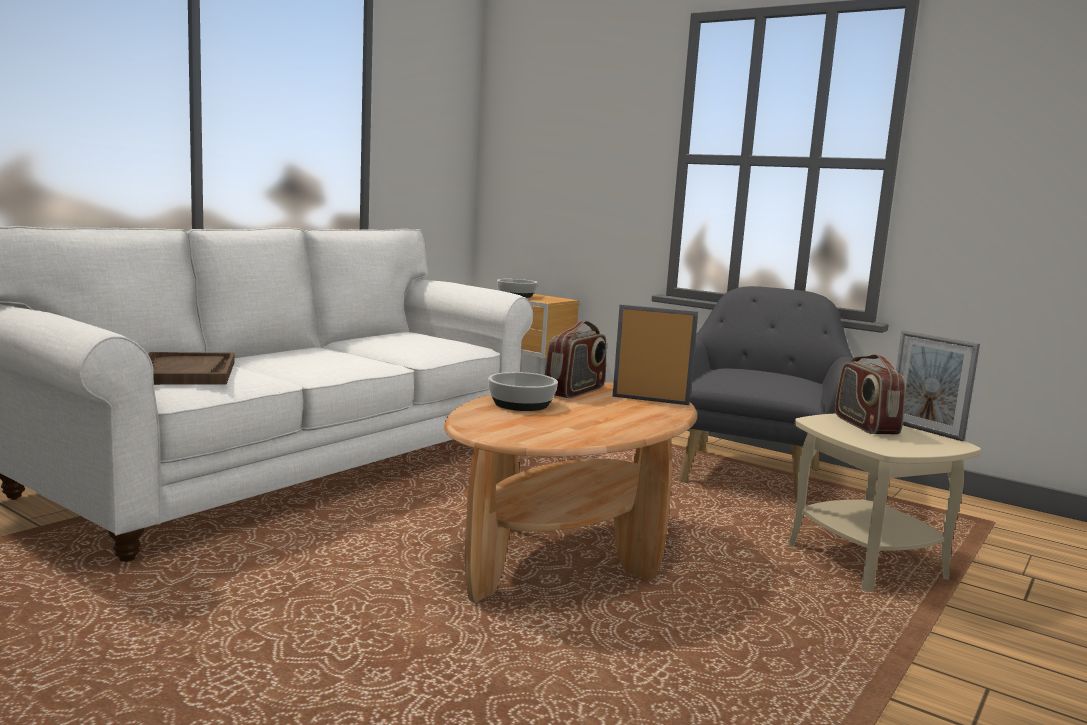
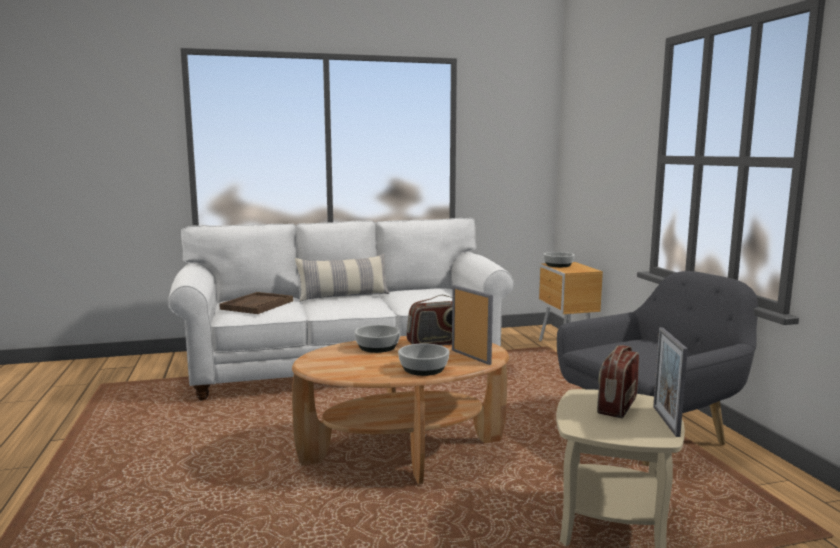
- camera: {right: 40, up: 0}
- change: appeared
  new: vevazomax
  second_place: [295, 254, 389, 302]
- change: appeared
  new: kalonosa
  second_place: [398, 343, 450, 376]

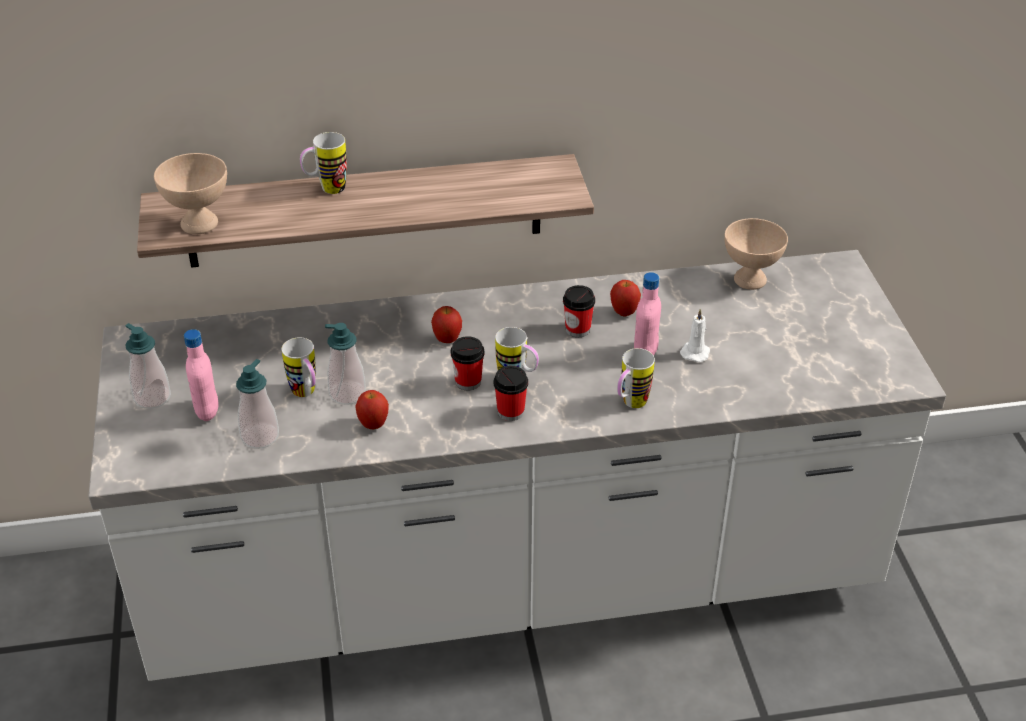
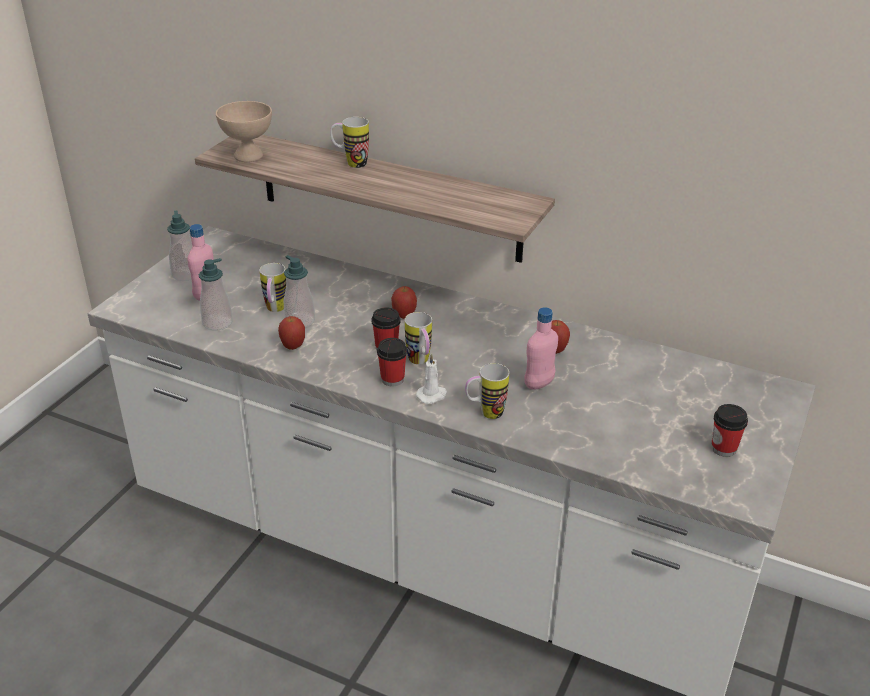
- camera: {right: 35, up: -5}
- change: relocated
  old: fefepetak
  first_place: [563, 285, 595, 337]
  second_place: [711, 404, 748, 457]
- change: relocated
  old: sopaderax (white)
  first_place: [680, 308, 710, 362]
  second_place: [416, 353, 447, 404]
- change: missing
  old: kalonosa (beige)
  first_place: [724, 218, 788, 290]

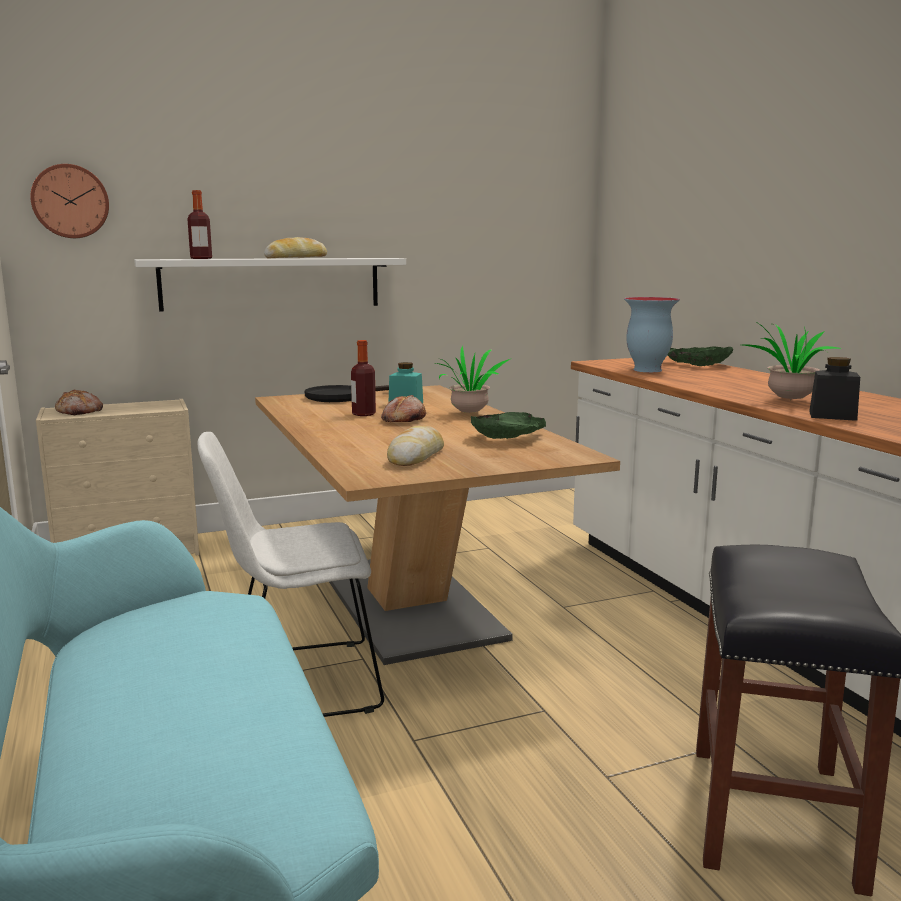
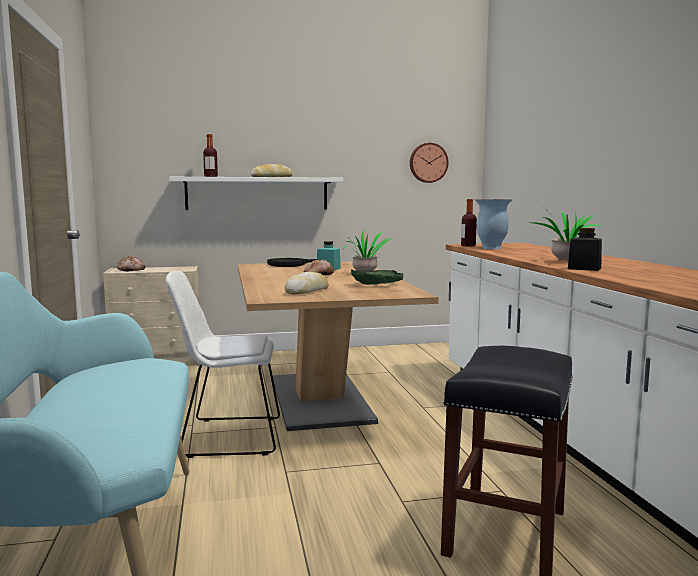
- camera: {right: 10, up: -5}
- change: relocated
  old: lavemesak
  first_place: [30, 164, 109, 238]
  second_place: [410, 143, 449, 183]
- change: relocated
  old: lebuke
  first_place: [351, 340, 376, 416]
  second_place: [461, 199, 477, 247]
- change: missing
  old: kalonosa (green)
  first_place: [667, 347, 733, 366]

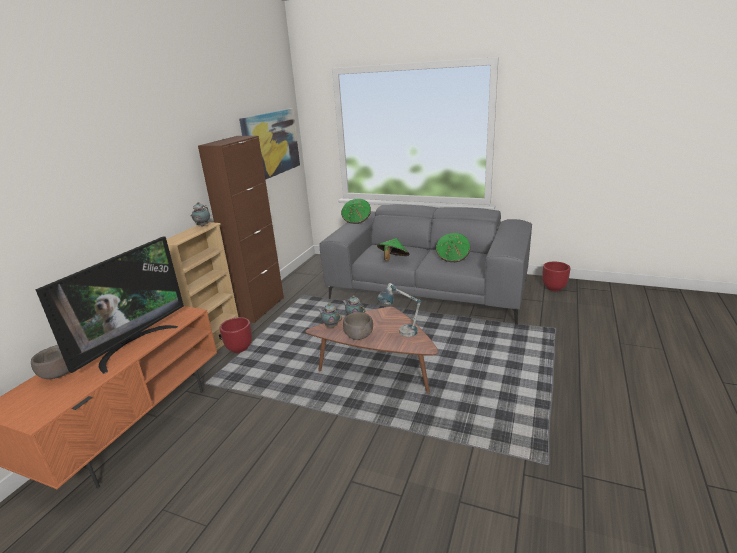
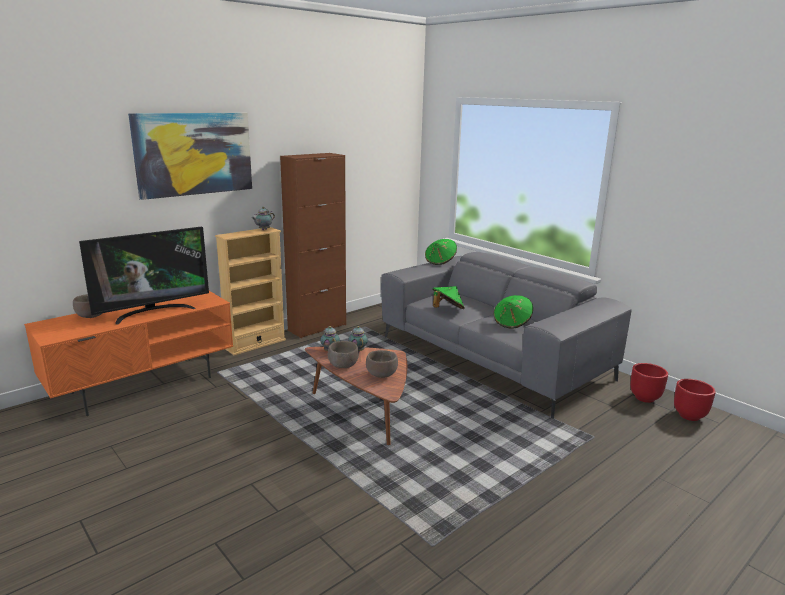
- camera: {right: 25, up: -5}
- change: relocated
  old: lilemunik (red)
  first_place: [220, 317, 252, 353]
  second_place: [674, 379, 716, 421]
- change: relocated
  old: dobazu
  first_place: [239, 108, 300, 180]
  second_place: [128, 113, 252, 200]
- change: exchanged
  old: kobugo
  new: kalonosa (brown)
  first_place: [377, 283, 421, 337]
  second_place: [366, 350, 398, 378]

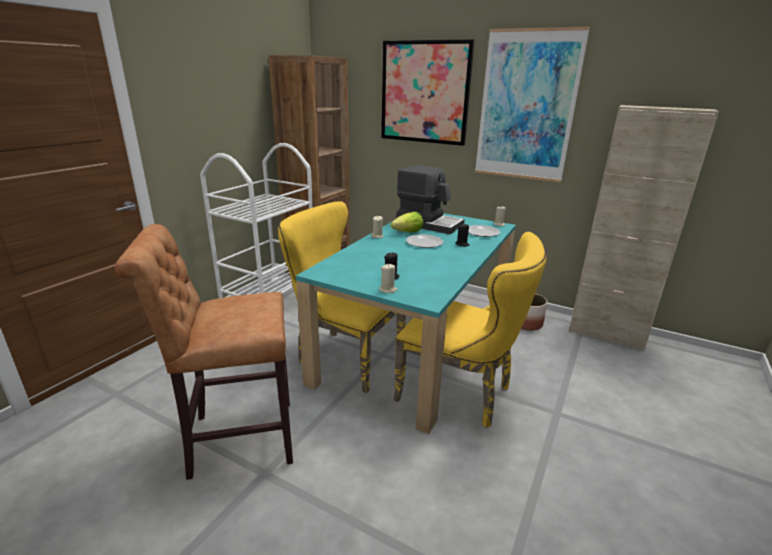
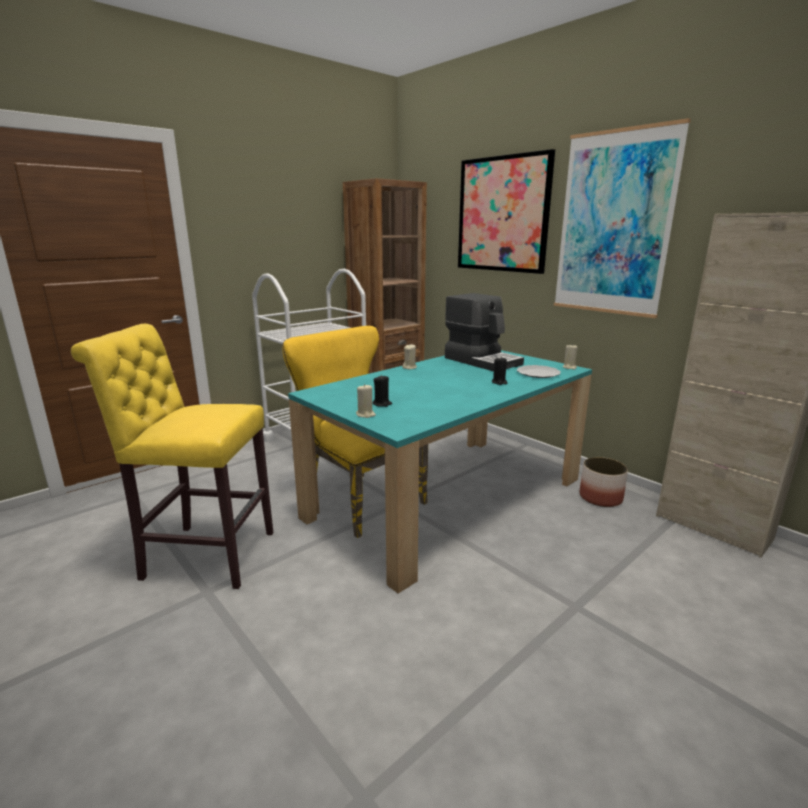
- camera: {right: 20, up: -5}
- change: colour
  old: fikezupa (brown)
  new: fikezupa (yellow)
  first_place: [115, 224, 293, 480]
  second_place: [71, 324, 273, 589]
- change: missing
  old: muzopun
  first_place: [391, 212, 423, 232]
- change: missing
  old: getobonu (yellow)
  first_place: [394, 232, 546, 428]
- change: missing
  old: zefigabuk
  first_place: [406, 234, 444, 248]

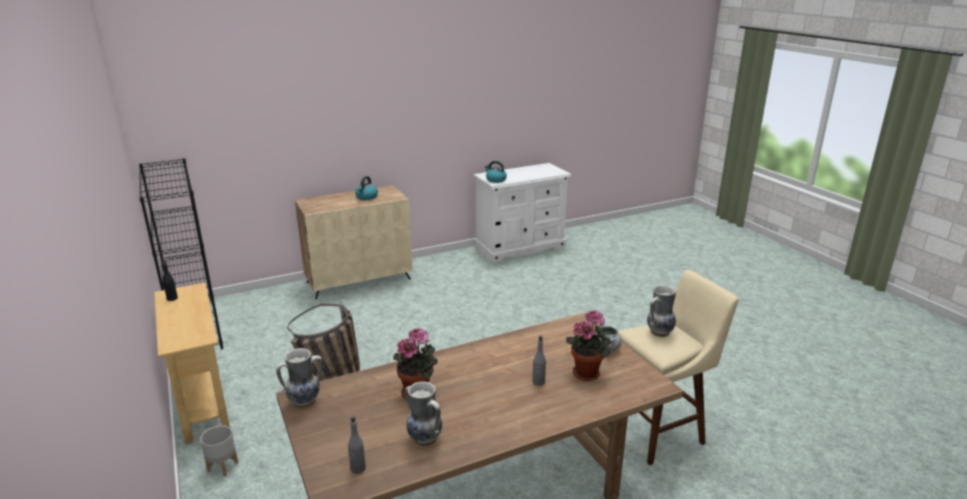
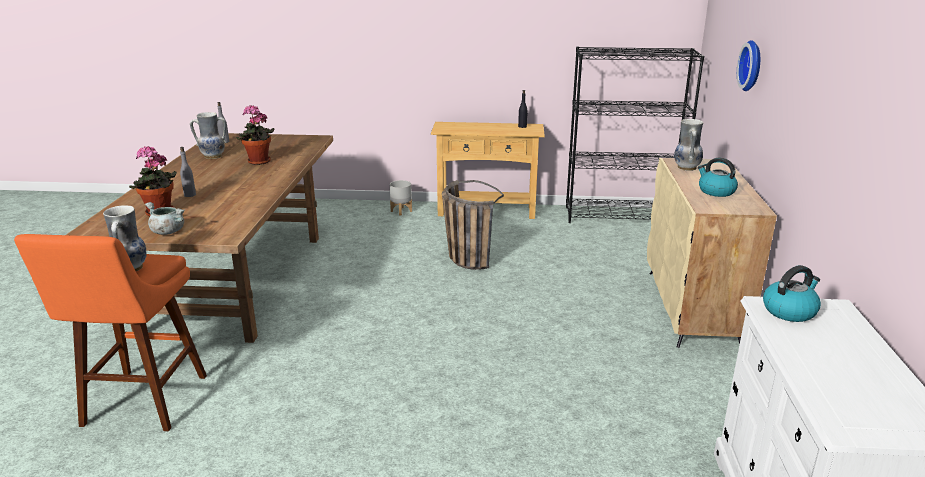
- camera: {right: 120, up: 0}
- change: relocated
  old: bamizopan
  first_place: [276, 348, 322, 408]
  second_place: [674, 119, 703, 171]
- change: colour
  old: fikezupa (beige)
  new: fikezupa (orange)
  first_place: [609, 270, 739, 465]
  second_place: [14, 234, 207, 431]
- change: appeared
  new: lavemesak
  second_place: [737, 40, 760, 91]

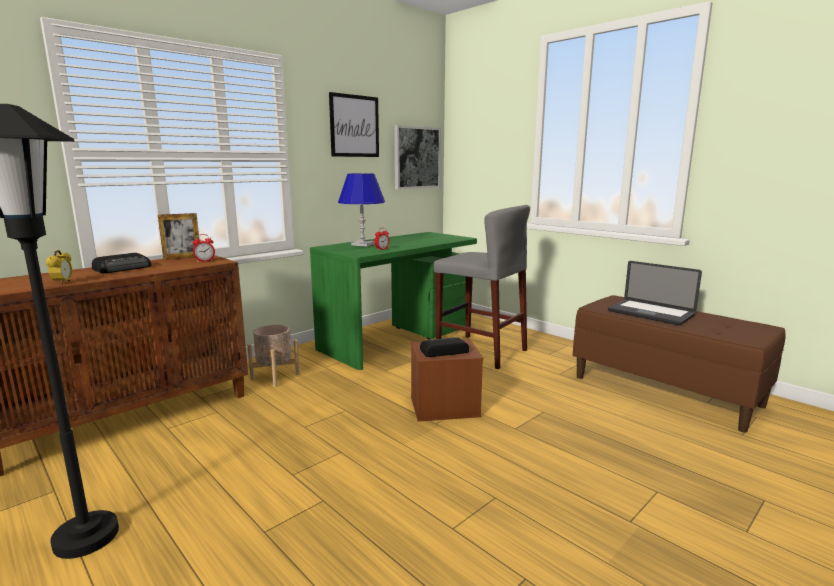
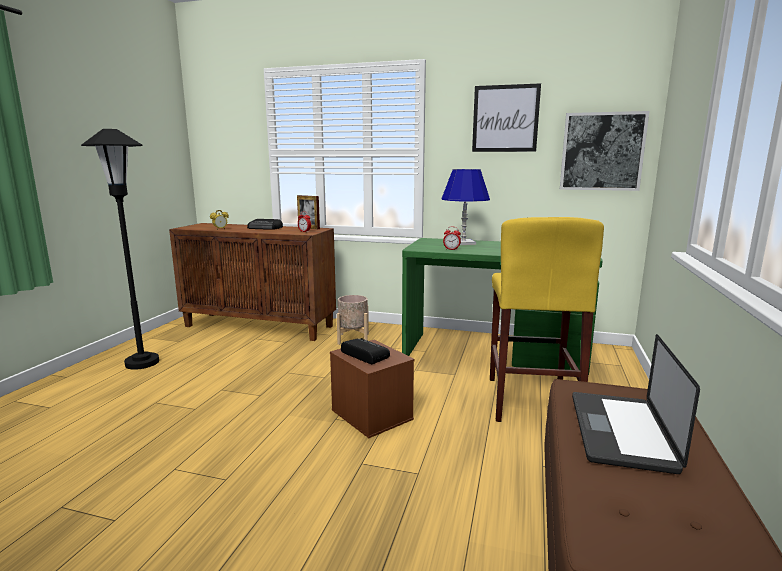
- camera: {right: 60, up: 0}
- change: colour
  old: fikezupa (grey)
  new: fikezupa (yellow)
  first_place: [433, 205, 530, 369]
  second_place: [490, 217, 604, 422]

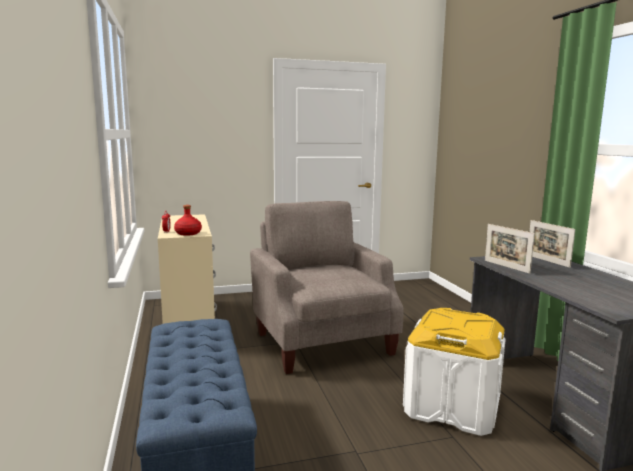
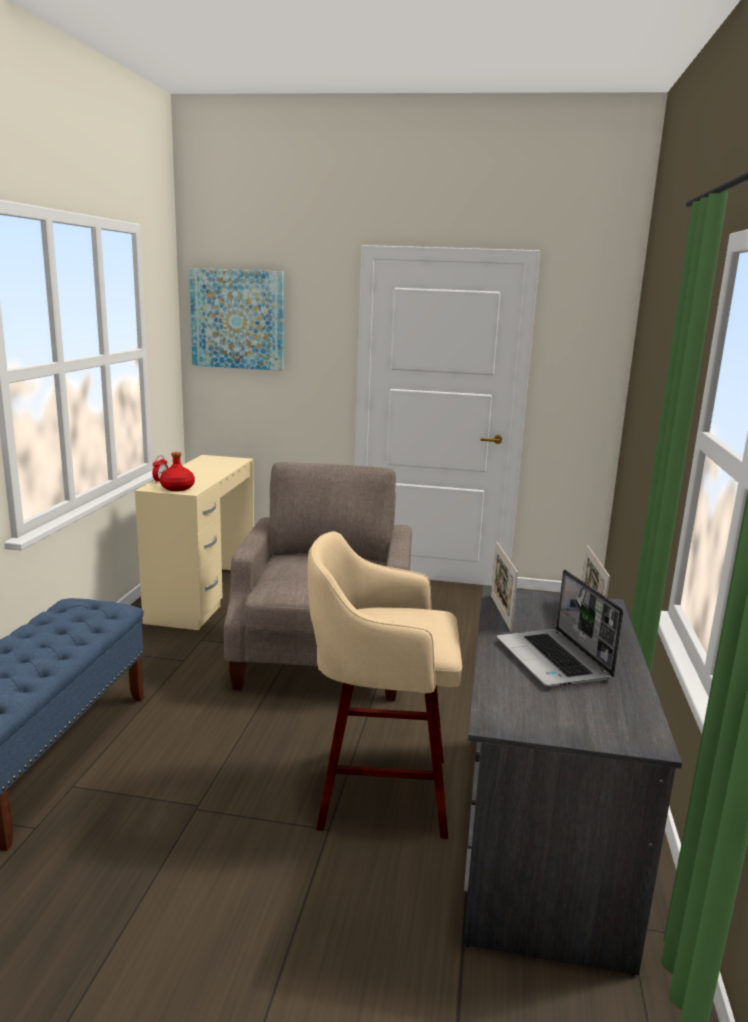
- camera: {right: 25, up: 5}
- change: exchanged
  old: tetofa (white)
  new: fikezupa (beige)
  first_place: [403, 308, 506, 436]
  second_place: [308, 531, 462, 839]
- change: appeared
  new: dobazu
  second_place: [189, 268, 284, 371]
- change: appeared
  new: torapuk
  second_place: [497, 570, 623, 687]

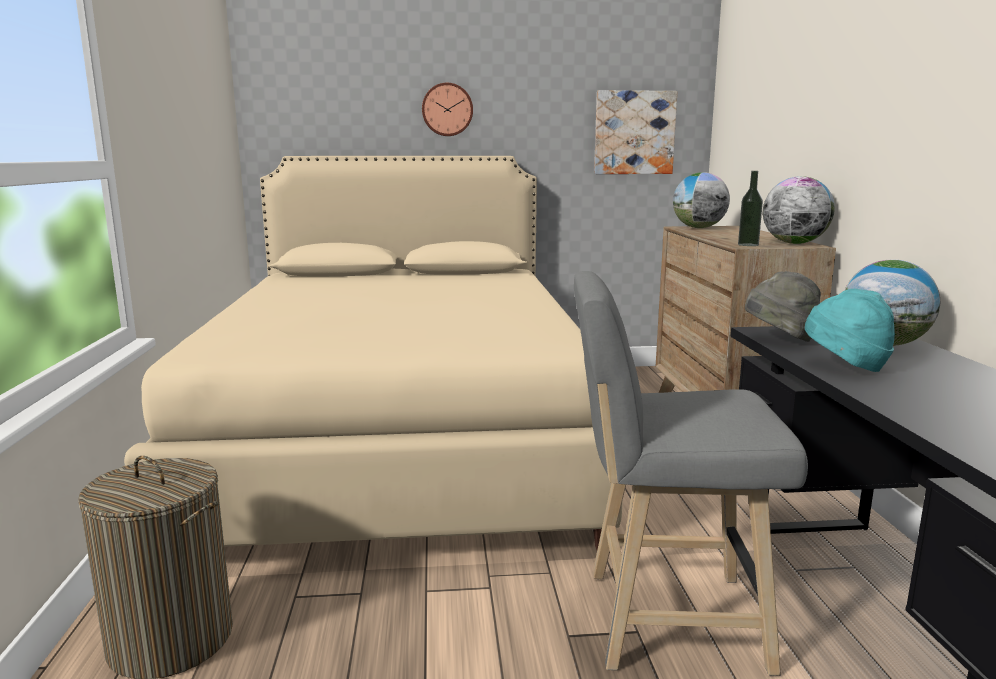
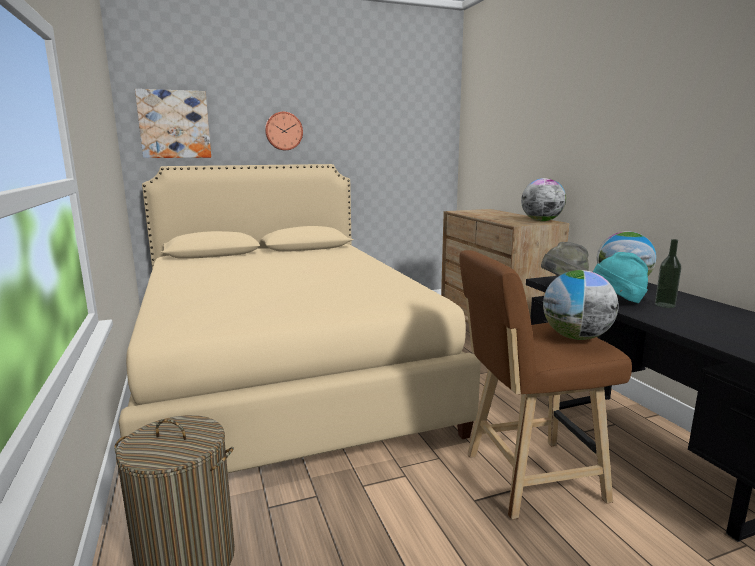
- camera: {right: -15, up: 0}
- change: colour
  old: fikezupa (grey)
  new: fikezupa (brown)
  first_place: [574, 271, 808, 676]
  second_place: [459, 250, 632, 520]
- change: relocated
  old: dobazu
  first_place: [594, 90, 677, 174]
  second_place: [135, 89, 211, 158]
- change: relocated
  old: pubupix
  first_place: [673, 172, 730, 228]
  second_place: [543, 270, 619, 340]
- change: relocated
  old: lebuke
  first_place: [738, 171, 763, 246]
  second_place: [655, 239, 681, 308]

